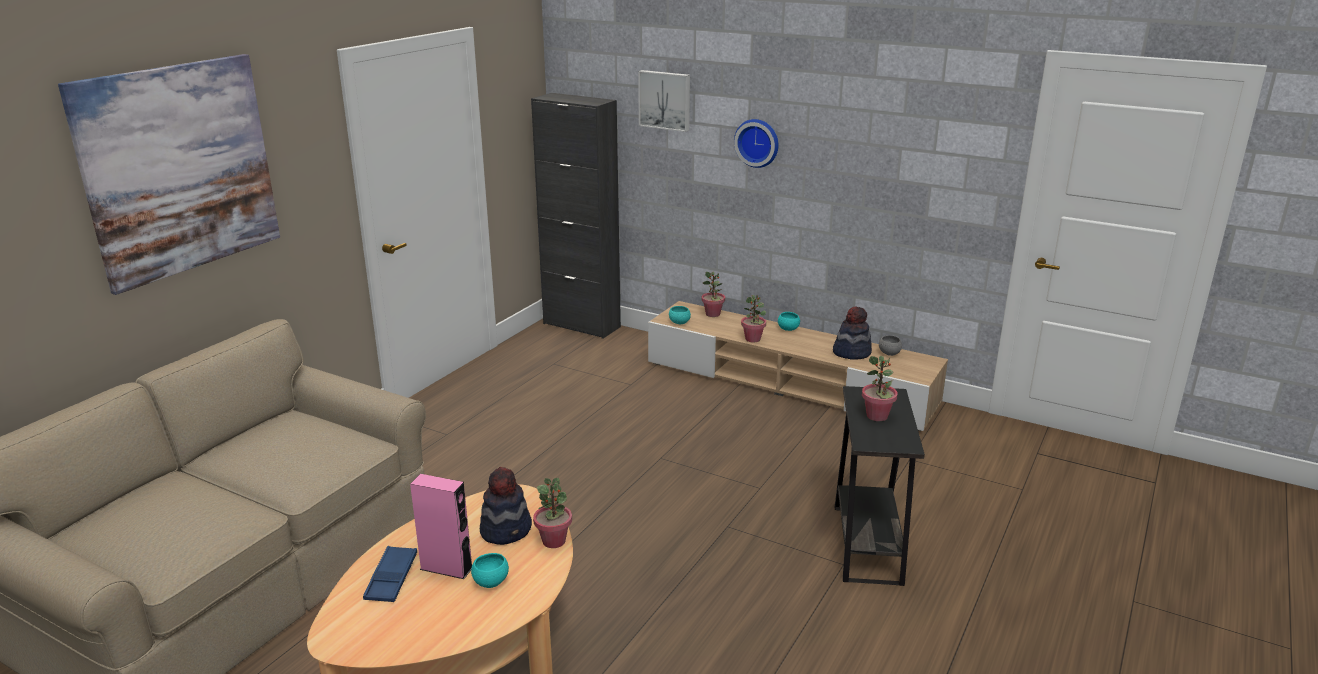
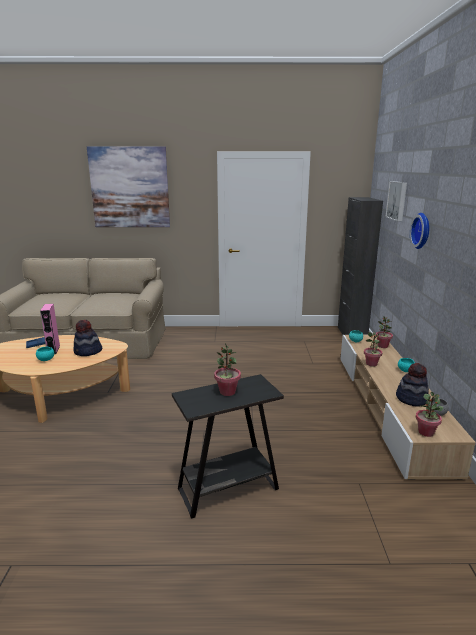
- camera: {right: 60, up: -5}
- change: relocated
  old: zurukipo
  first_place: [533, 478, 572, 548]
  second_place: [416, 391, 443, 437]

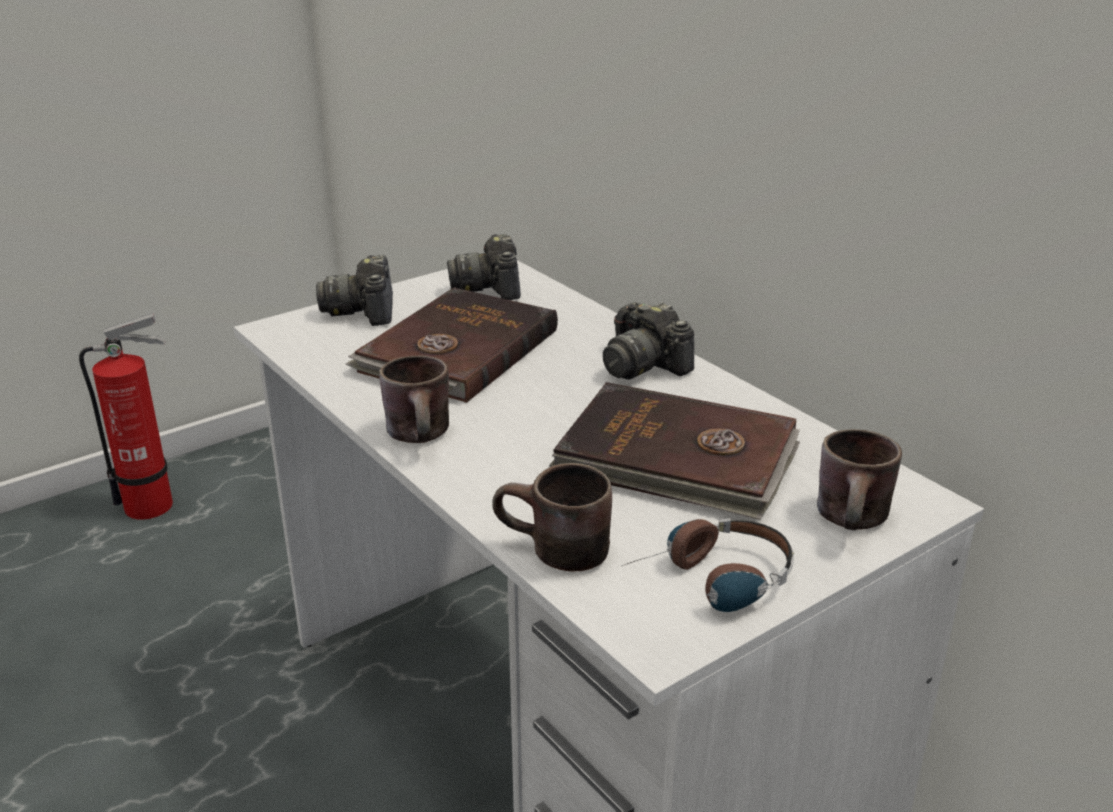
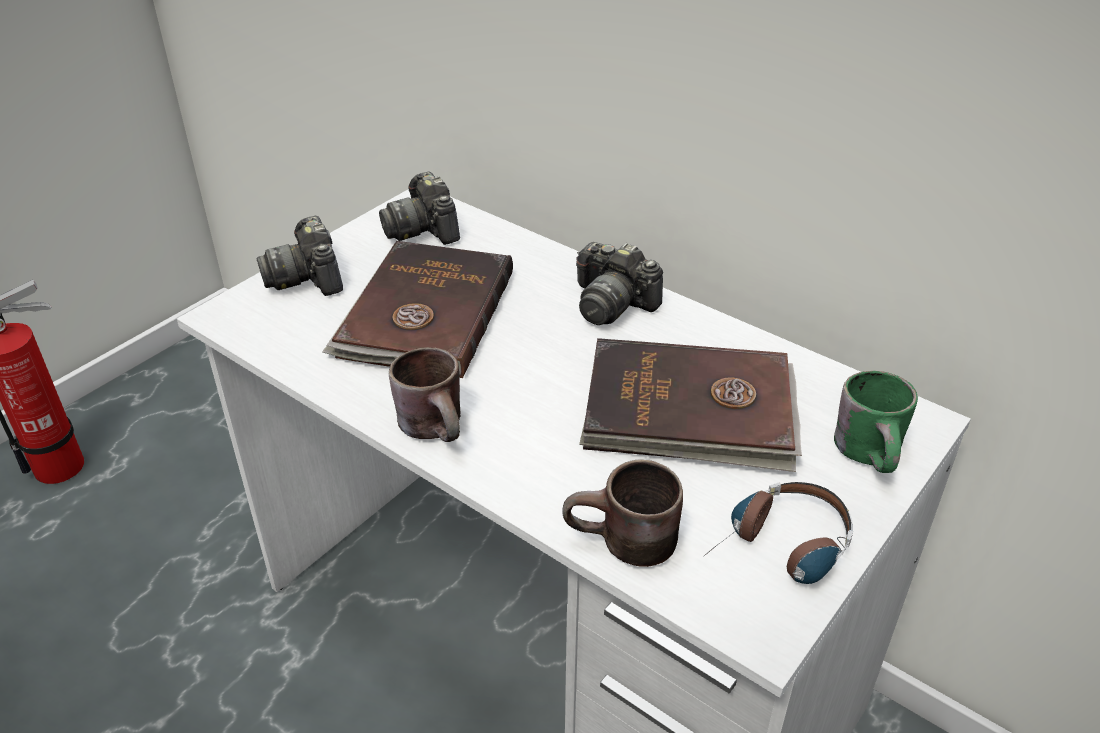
- camera: {right: -15, up: 10}
- change: colour
  old: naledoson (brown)
  new: naledoson (green)
  first_place: [817, 429, 902, 530]
  second_place: [834, 371, 918, 473]

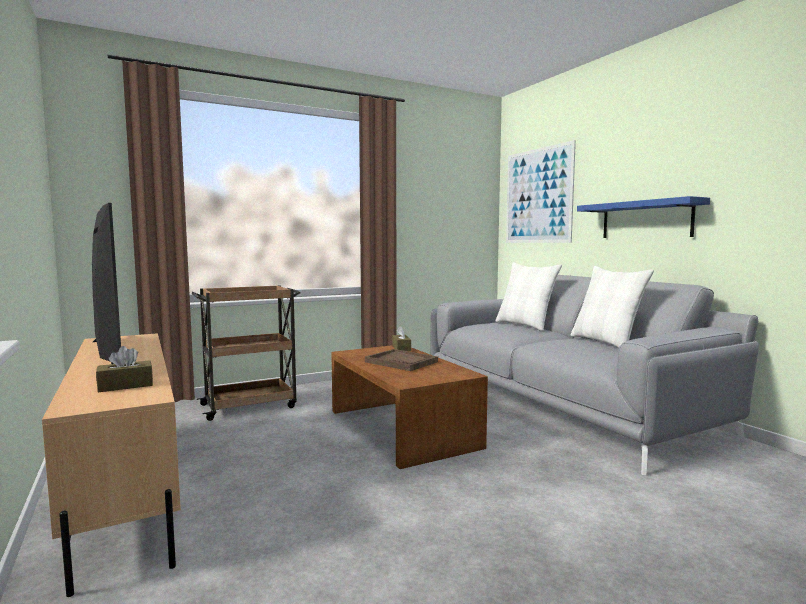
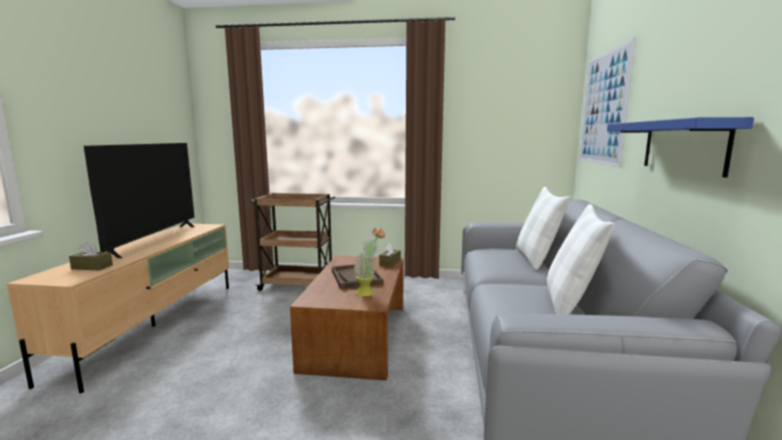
- camera: {right: 35, up: 5}
- change: appeared
  new: zurukipo
  second_place: [354, 227, 385, 296]

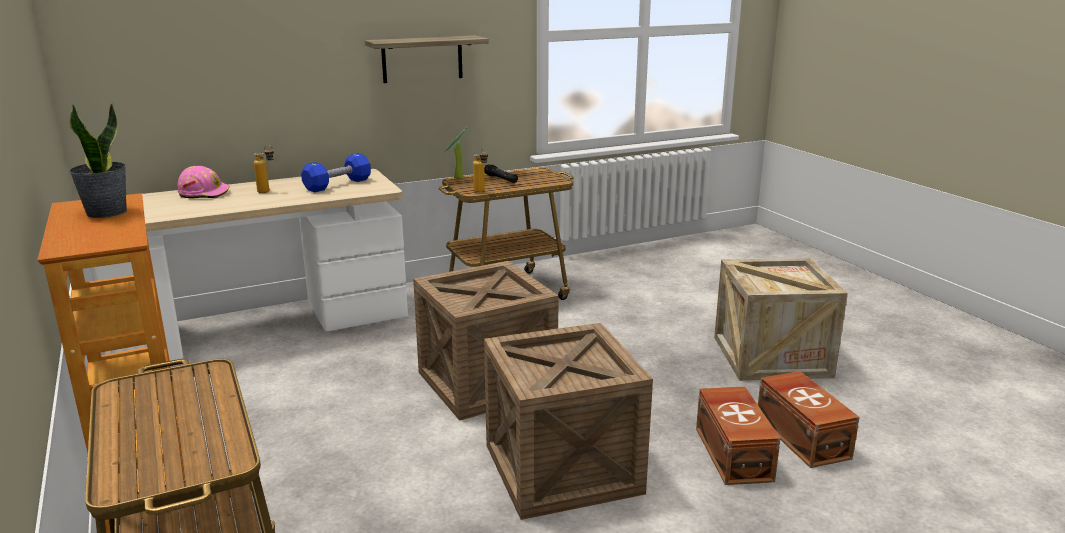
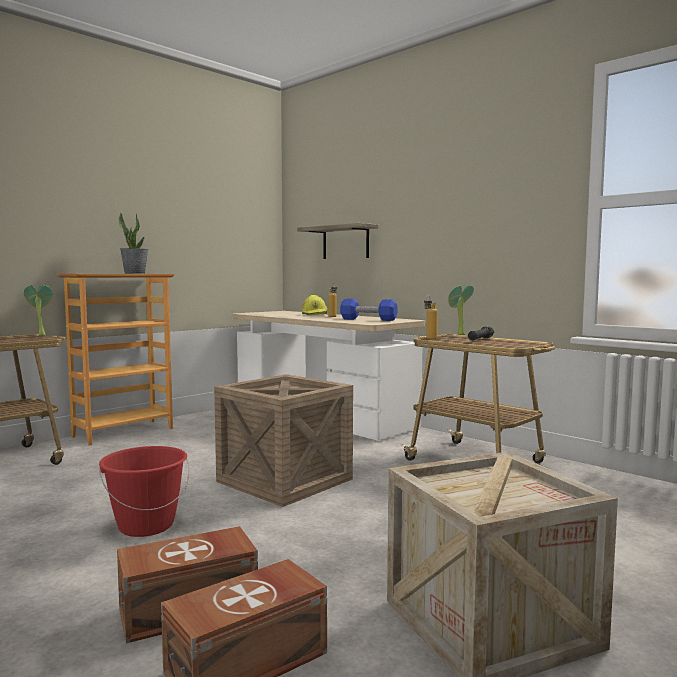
- camera: {right: 70, up: -15}
- change: colour
  old: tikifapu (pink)
  new: tikifapu (yellow)
  first_place: [177, 166, 230, 198]
  second_place: [302, 295, 328, 315]
- change: relocated
  old: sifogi
  first_place: [365, 35, 489, 83]
  second_place: [297, 223, 378, 259]
- change: exchanged
  old: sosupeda
  new: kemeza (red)
  first_place: [484, 323, 653, 520]
  second_place: [99, 446, 190, 537]
- change: appeared
  new: zurukipo
  second_place: [24, 285, 53, 336]

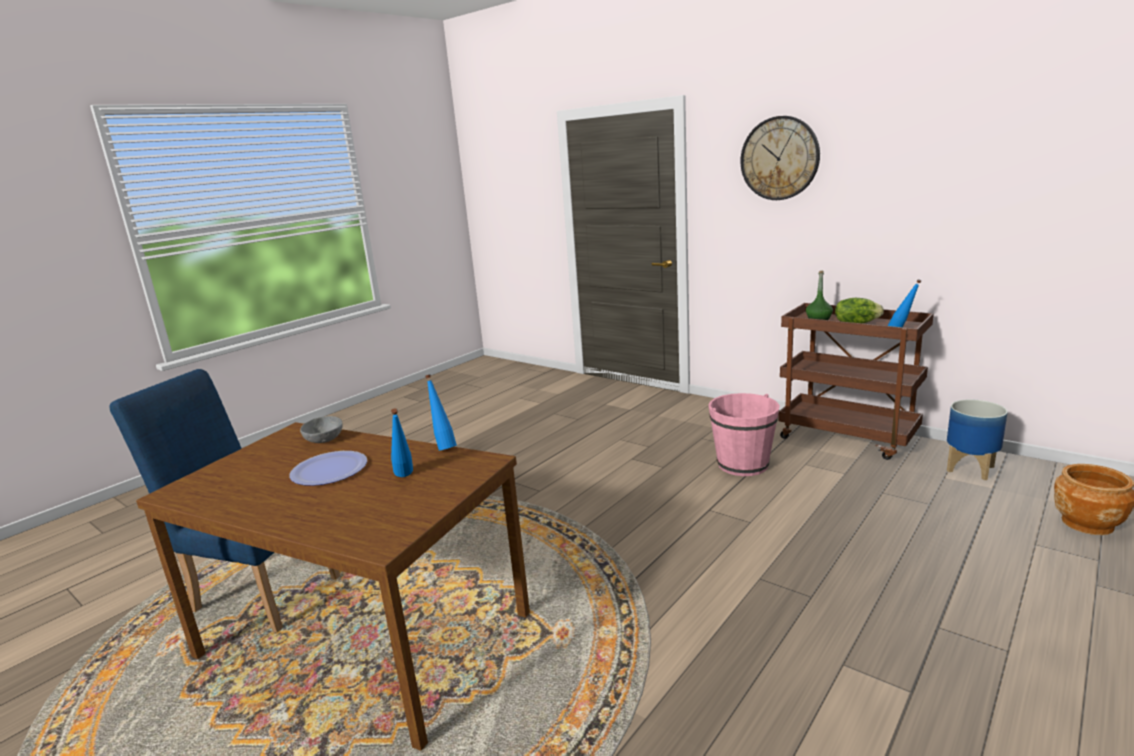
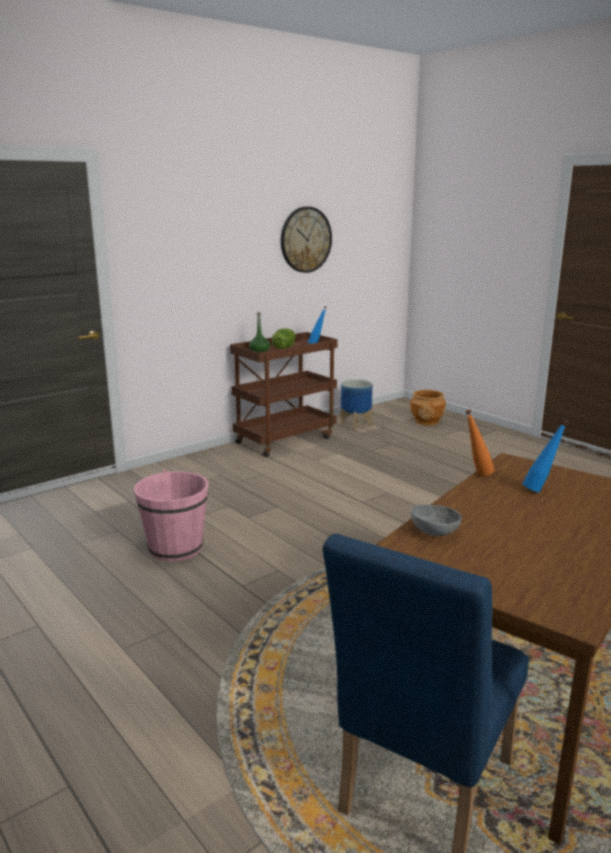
- camera: {right: -80, up: 0}
- change: missing
  old: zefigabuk
  first_place: [289, 451, 367, 486]
- change: colour
  old: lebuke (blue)
  new: lebuke (orange)
  first_place: [425, 374, 457, 451]
  second_place: [465, 409, 494, 476]
- change: relocated
  old: kemeza (pink)
  first_place: [708, 393, 780, 476]
  second_place: [134, 469, 209, 561]
- change: relocated
  old: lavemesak
  first_place: [740, 116, 820, 200]
  second_place: [281, 207, 332, 273]

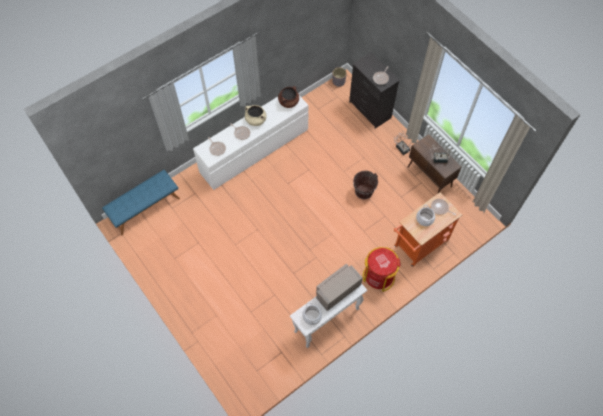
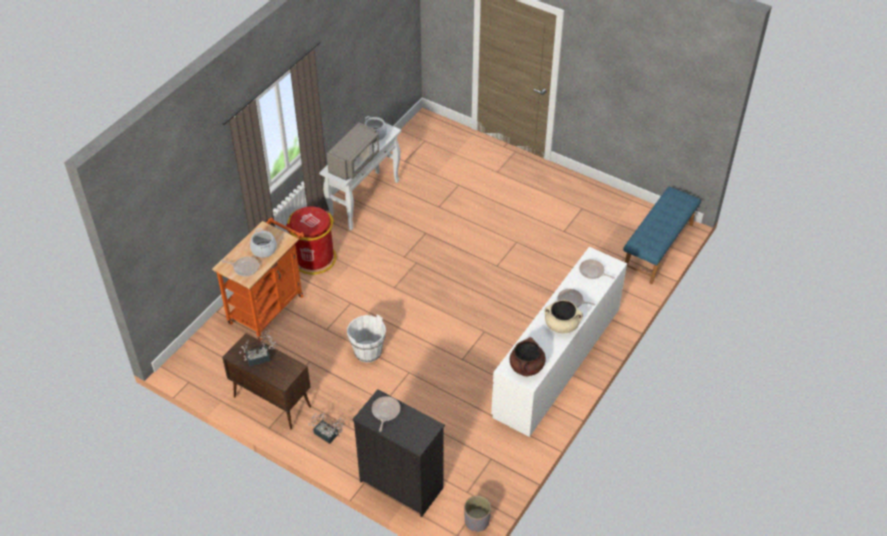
- camera: {right: 160, up: -15}
- change: colour
  old: kemeza (brown)
  new: kemeza (white)
  first_place: [353, 170, 378, 200]
  second_place: [347, 314, 386, 363]

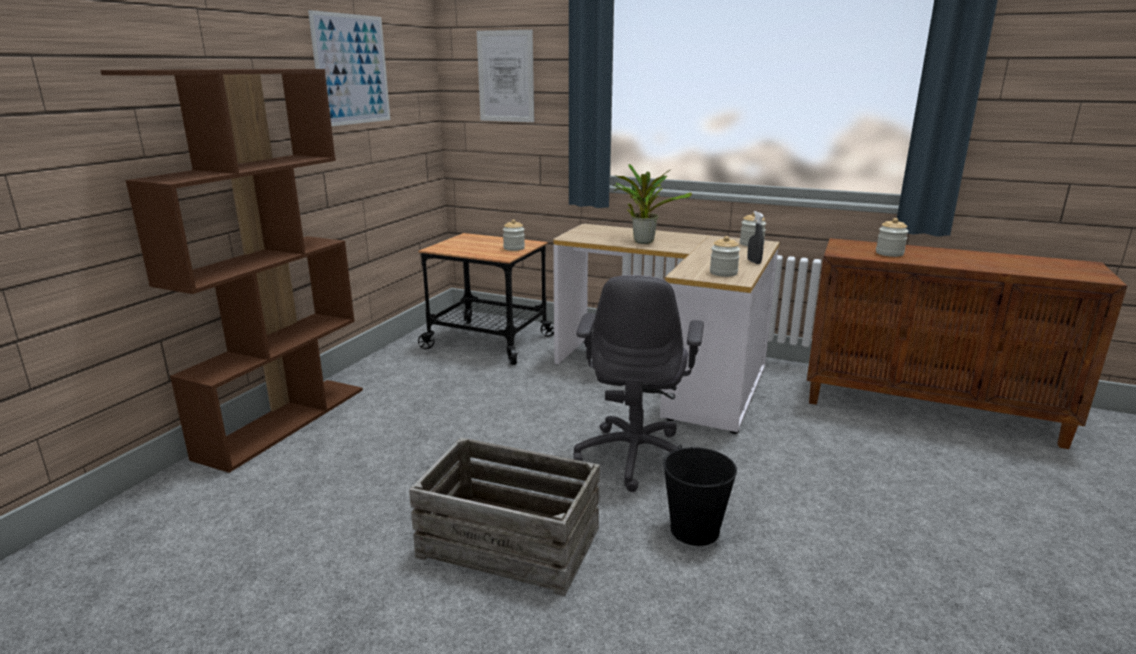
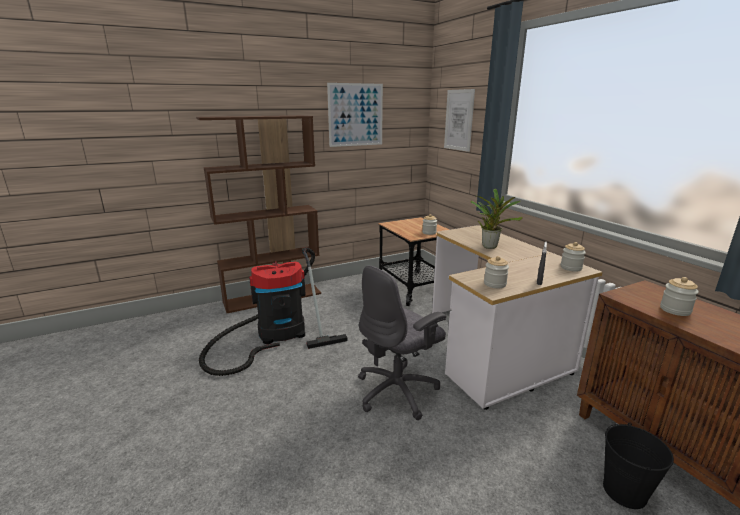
- camera: {right: 40, up: 0}
- change: missing
  old: sosupeda
  first_place: [409, 437, 600, 596]
- change: relocated
  old: kemeza (black)
  first_place: [663, 445, 737, 546]
  second_place: [603, 423, 674, 509]
- change: appeared
  new: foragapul
  second_place: [199, 247, 348, 376]

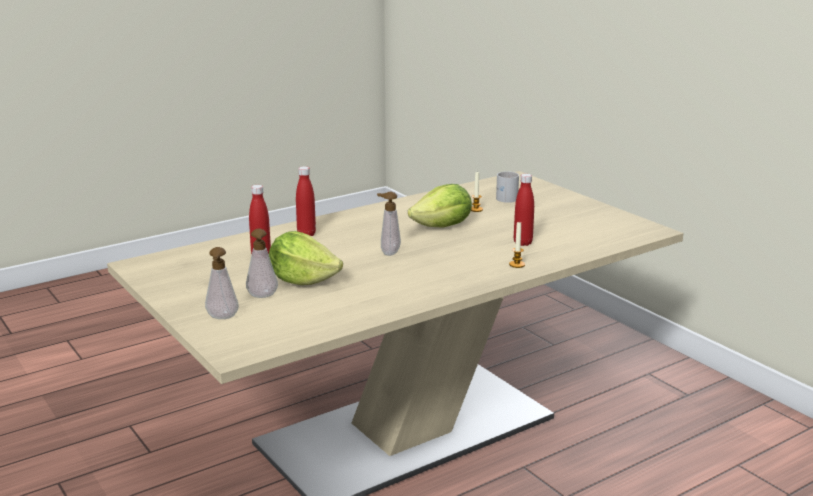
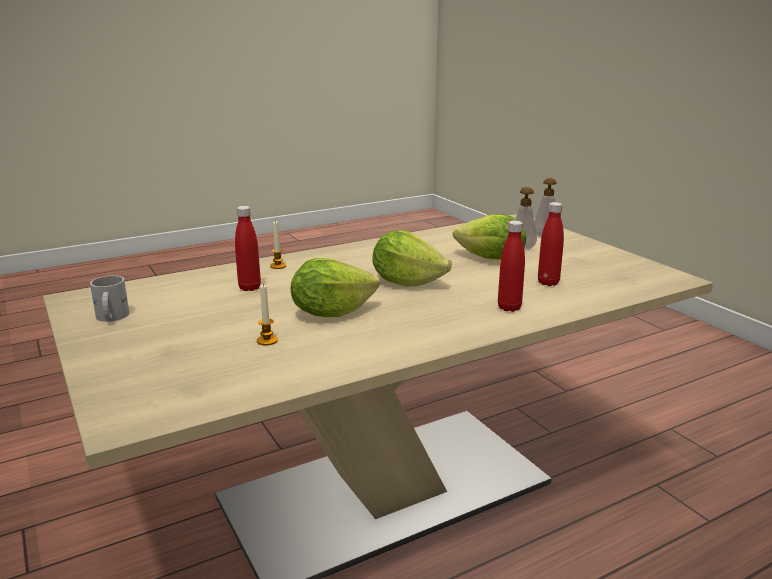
- camera: {right: -175, up: 0}
- change: exchanged
  old: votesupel
  new: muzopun
  first_place: [377, 192, 401, 256]
  second_place: [372, 230, 452, 287]
- change: relocated
  old: naledoson (white)
  first_place: [496, 171, 519, 203]
  second_place: [90, 275, 129, 322]

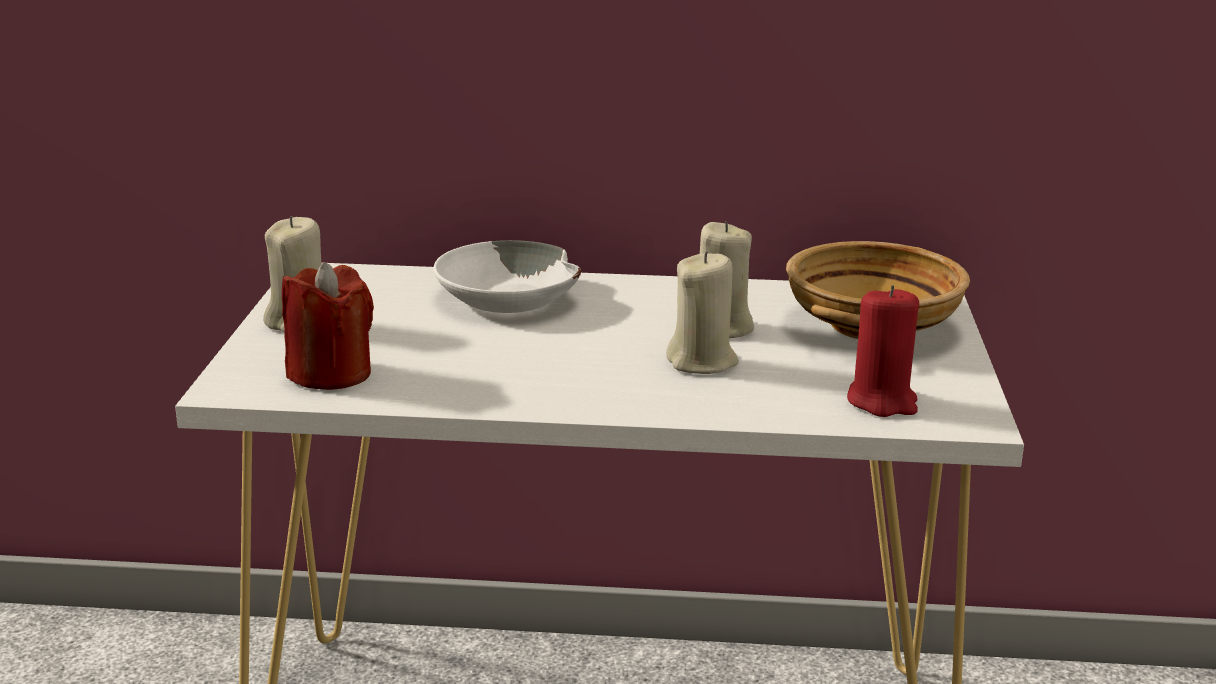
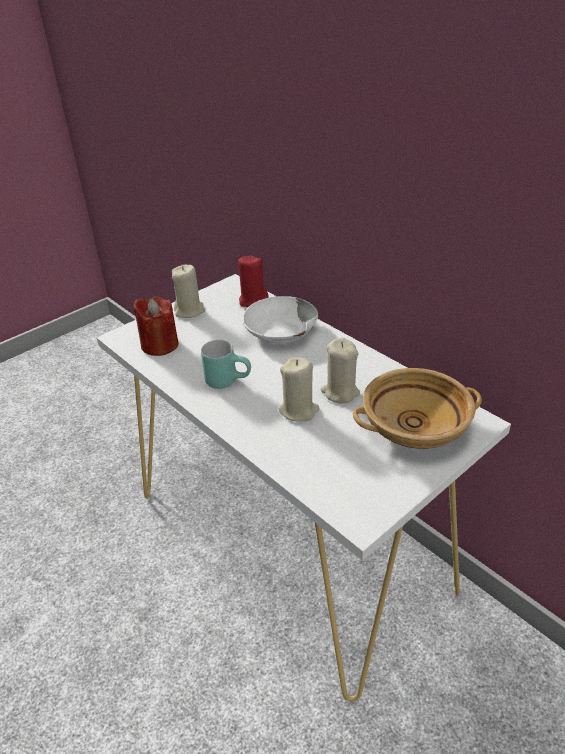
- camera: {right: 45, up: 15}
- change: relocated
  old: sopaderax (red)
  first_place: [847, 285, 919, 417]
  second_place: [238, 256, 269, 307]
- change: appeared
  new: naledoson (turquoise)
  second_place: [201, 340, 251, 389]

